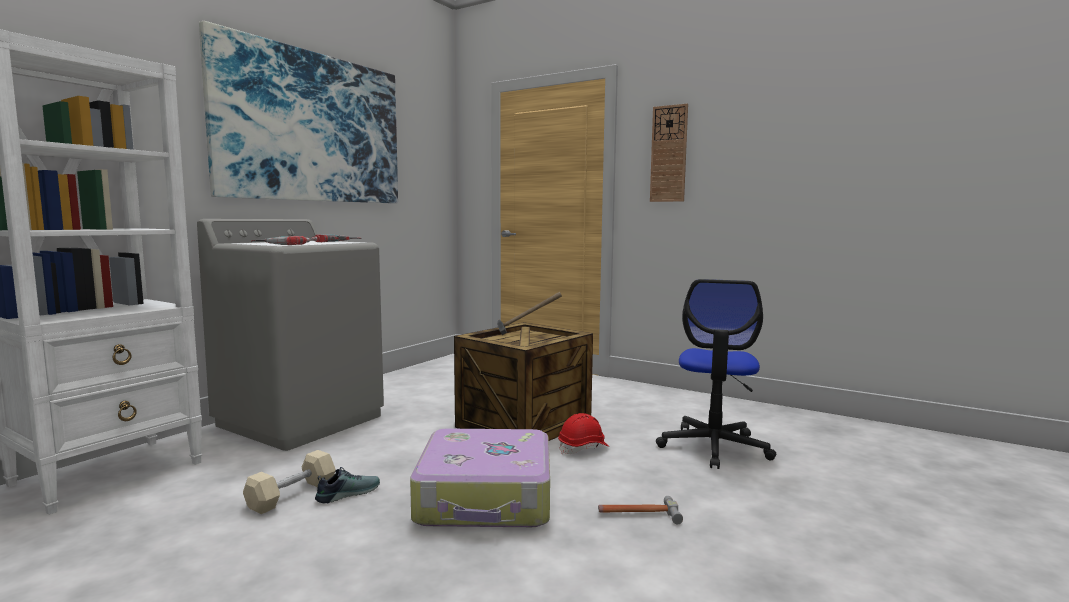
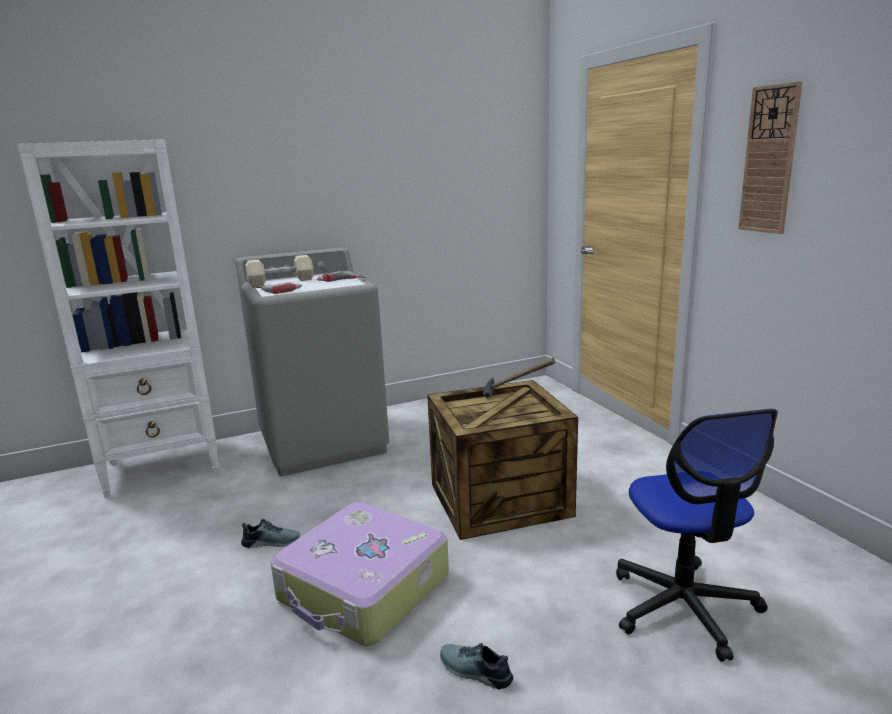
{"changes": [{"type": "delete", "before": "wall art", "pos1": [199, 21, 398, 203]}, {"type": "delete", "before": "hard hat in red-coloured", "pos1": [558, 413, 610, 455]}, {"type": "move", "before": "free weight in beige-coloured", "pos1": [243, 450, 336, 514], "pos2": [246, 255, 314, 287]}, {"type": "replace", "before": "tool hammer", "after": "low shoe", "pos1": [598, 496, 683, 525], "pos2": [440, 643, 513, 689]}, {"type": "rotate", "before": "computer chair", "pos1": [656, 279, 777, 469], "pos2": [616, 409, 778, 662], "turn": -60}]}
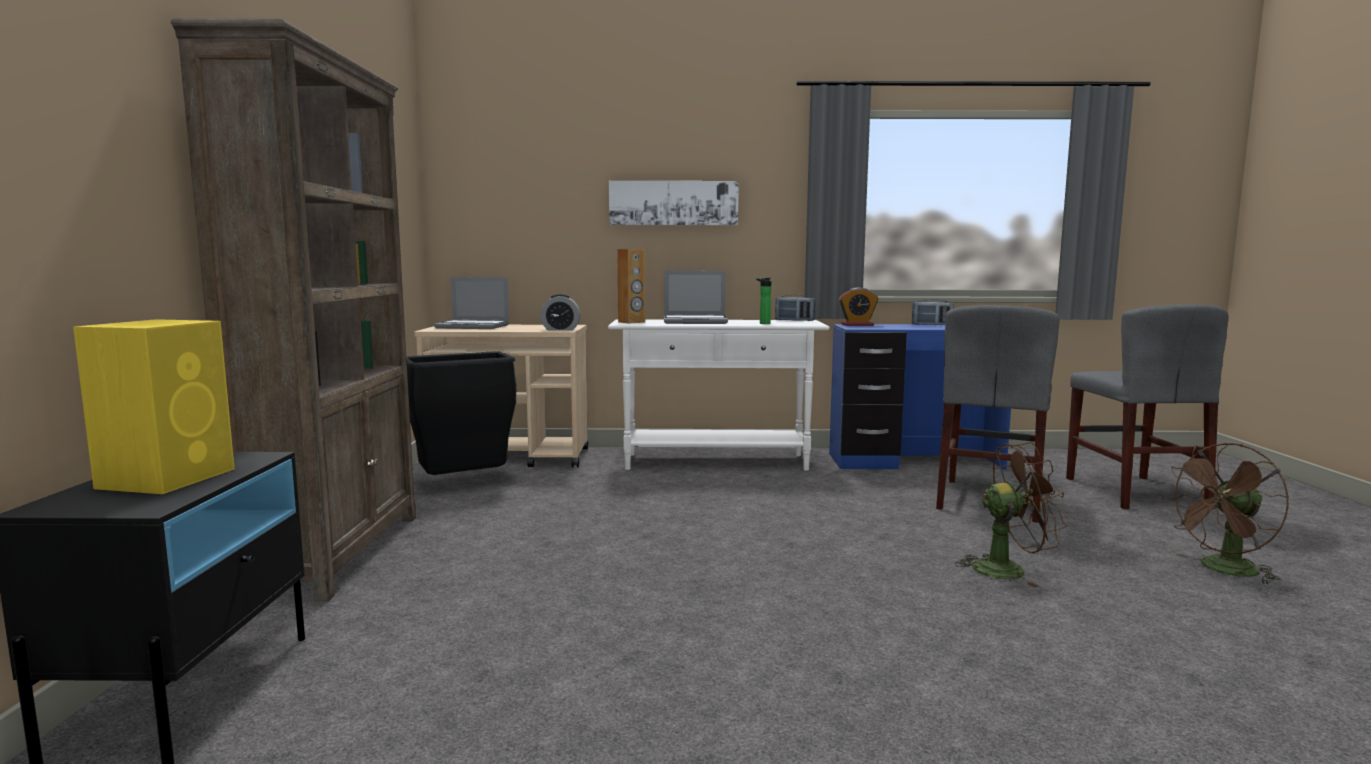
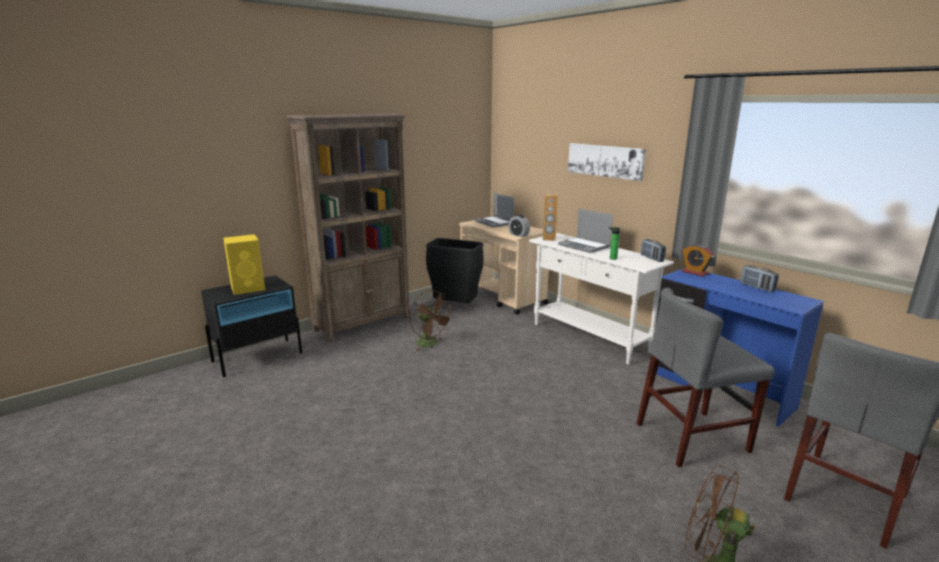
{"changes": [{"type": "move", "before": "cooling fan in brownish", "pos1": [955, 442, 1067, 588], "pos2": [410, 290, 453, 351]}]}
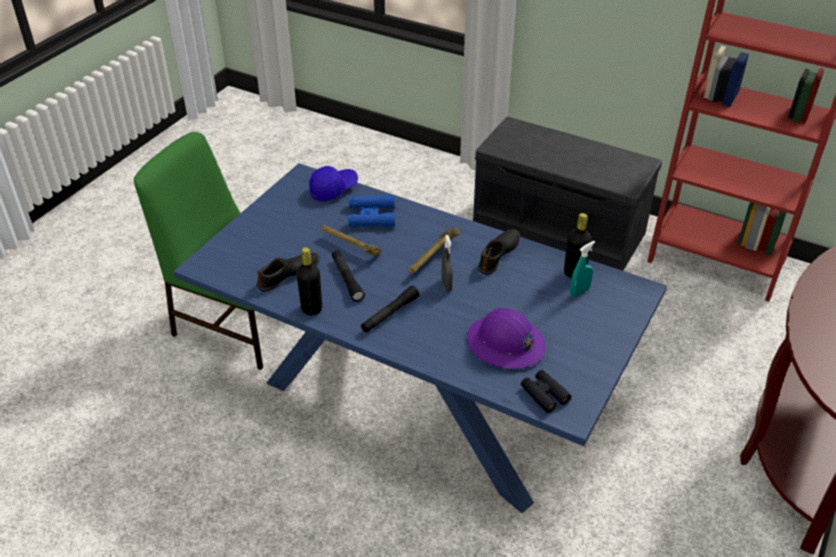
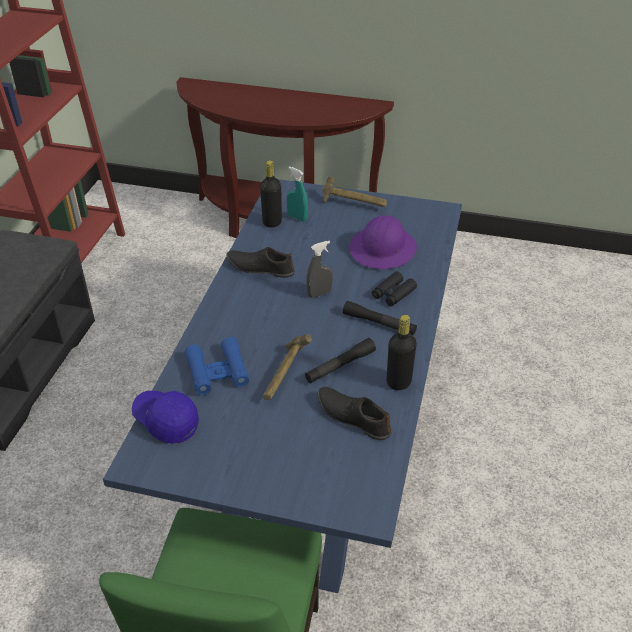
{"changes": [{"type": "move", "before": "tool hammer", "pos1": [408, 228, 460, 273], "pos2": [322, 177, 387, 207]}, {"type": "move", "before": "pair of binoculars in black", "pos1": [521, 370, 571, 413], "pos2": [372, 272, 417, 306]}]}
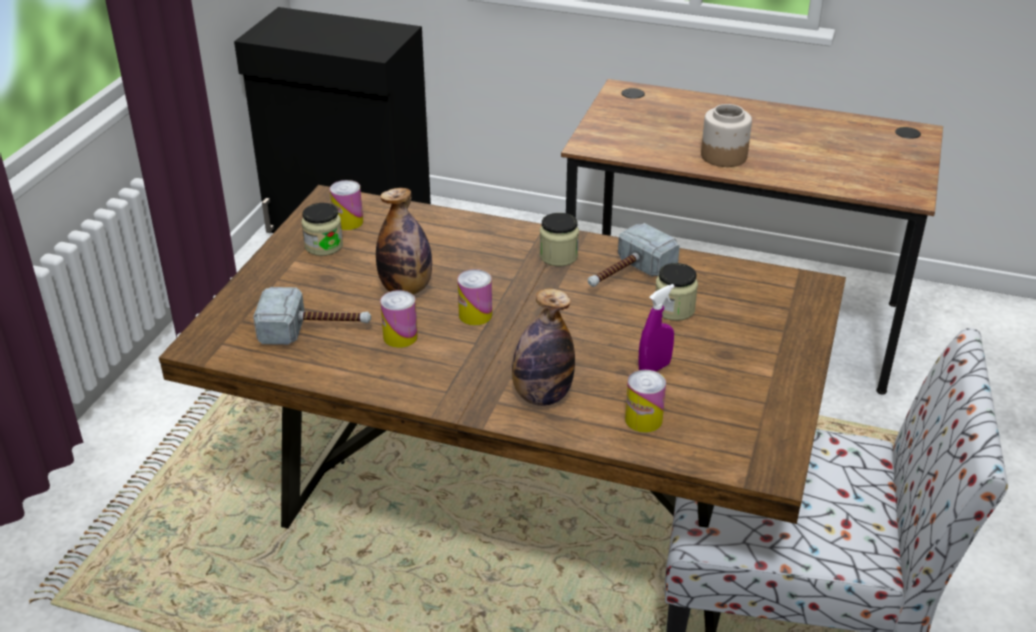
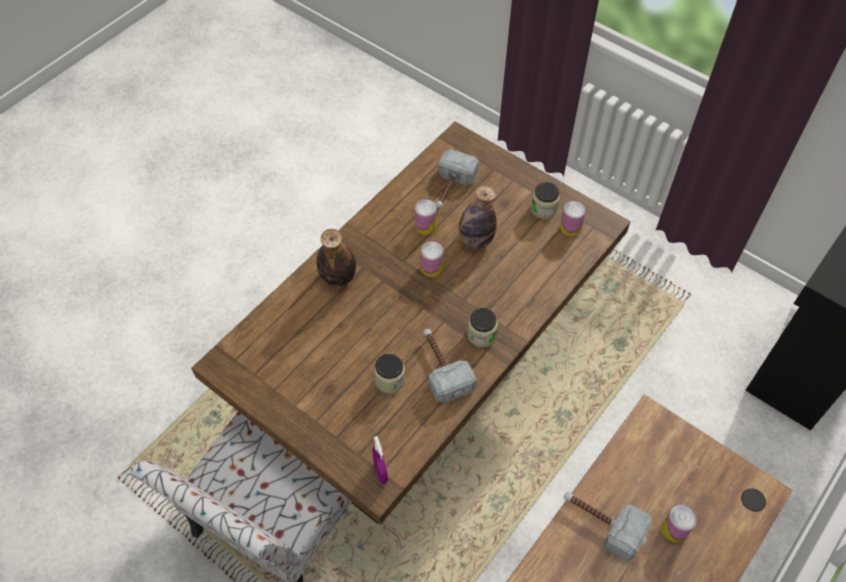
{"changes": [{"type": "move", "before": "metal can", "pos1": [625, 370, 666, 433], "pos2": [661, 504, 697, 543]}, {"type": "move", "before": "hand sprayer in purple-coloured", "pos1": [639, 284, 675, 371], "pos2": [372, 436, 388, 484]}, {"type": "replace", "before": "preserve jar", "after": "tool hammer", "pos1": [701, 104, 752, 167], "pos2": [564, 492, 652, 561]}]}
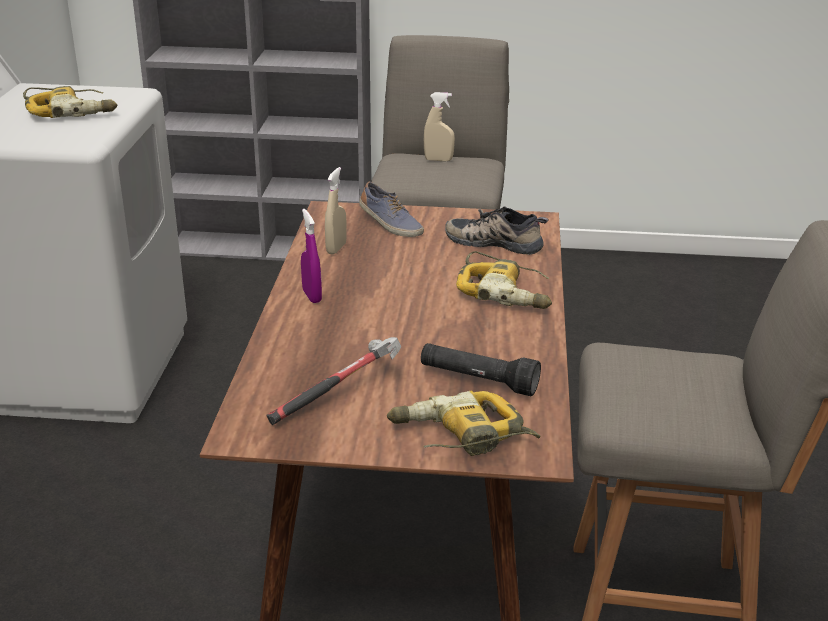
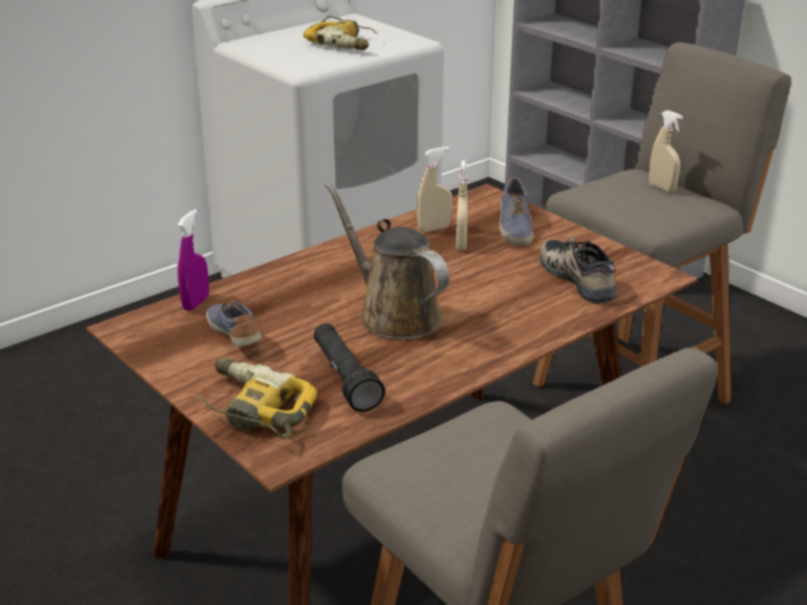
{"changes": [{"type": "delete", "before": "power drill", "pos1": [456, 251, 552, 309]}, {"type": "insert", "after": "watering pot in brownish", "pos2": [325, 183, 450, 340]}, {"type": "insert", "after": "hand sprayer in beige-coloured", "pos2": [456, 160, 468, 250]}, {"type": "move", "before": "hand sprayer in purple-coloured", "pos1": [301, 209, 322, 303], "pos2": [178, 209, 209, 311]}, {"type": "replace", "before": "tool hammer", "after": "low shoe", "pos1": [267, 337, 401, 425], "pos2": [206, 300, 261, 347]}]}
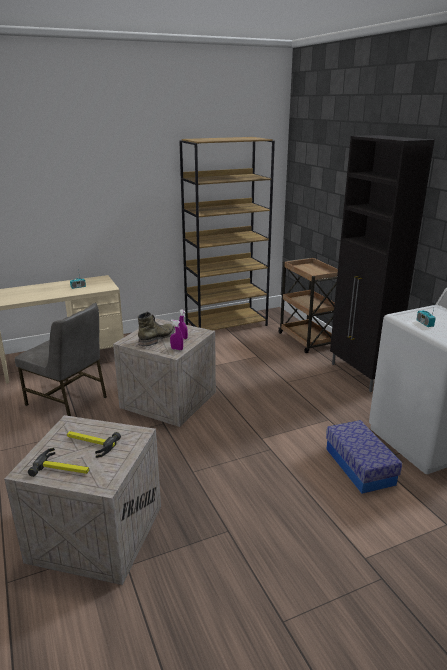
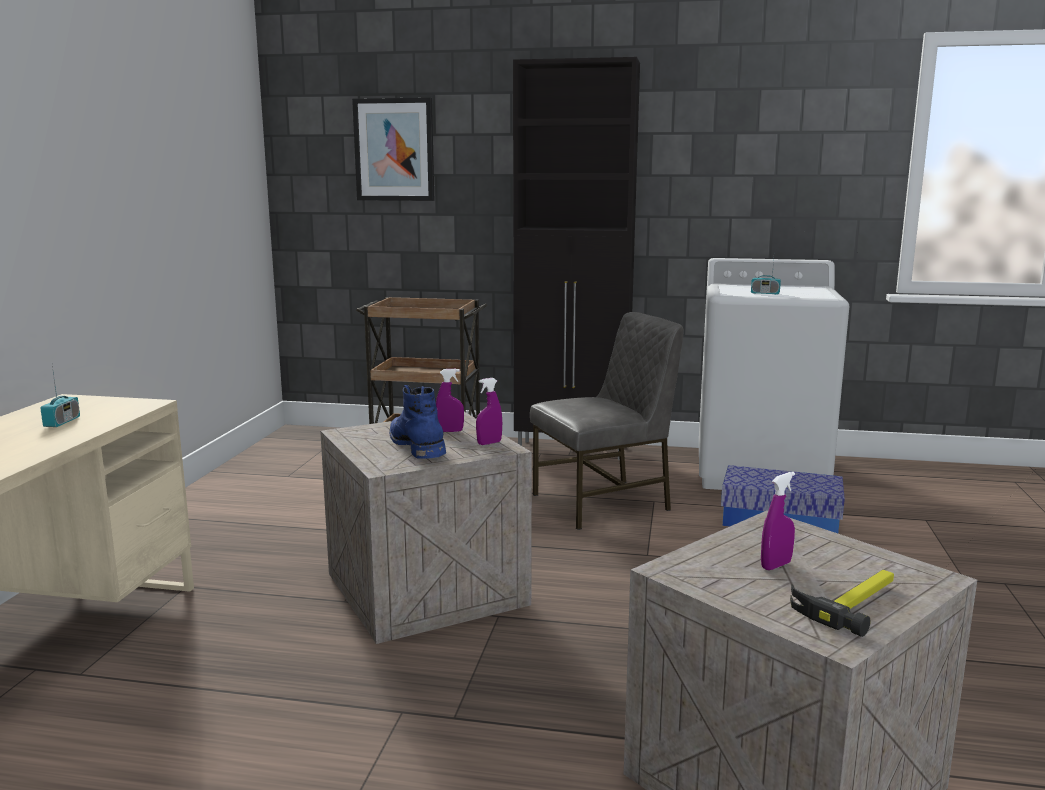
{"changes": [{"type": "delete", "before": "bookcase in brownish", "pos1": [179, 137, 275, 330]}, {"type": "insert", "after": "wall art", "pos2": [352, 97, 434, 201]}, {"type": "move", "before": "chair in gray", "pos1": [15, 303, 107, 416], "pos2": [530, 312, 684, 530]}, {"type": "replace", "before": "tool hammer", "after": "hand sprayer in purple-coloured", "pos1": [67, 431, 121, 458], "pos2": [761, 472, 795, 570]}, {"type": "recolor", "before": "high-top boot in greenish", "after": "high-top boot in bluish", "pos1": [138, 312, 175, 346], "pos2": [389, 385, 446, 459]}]}
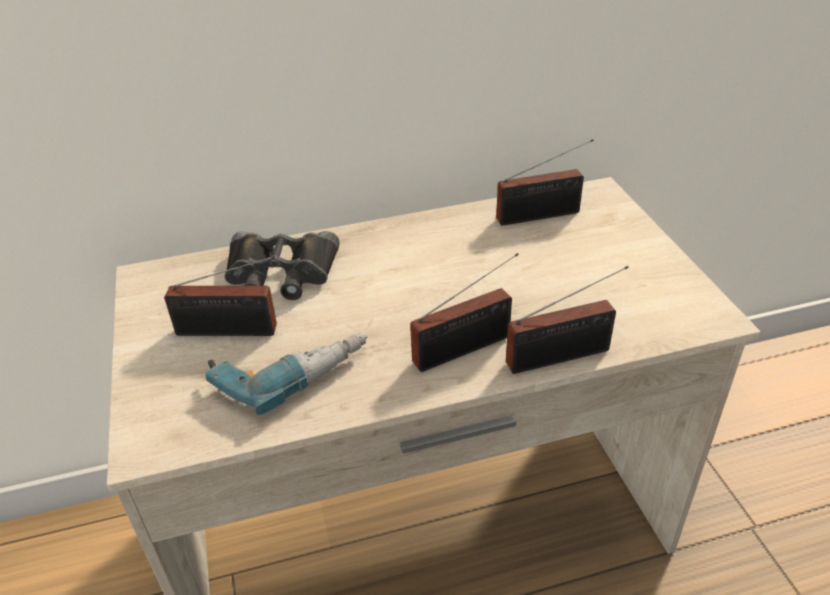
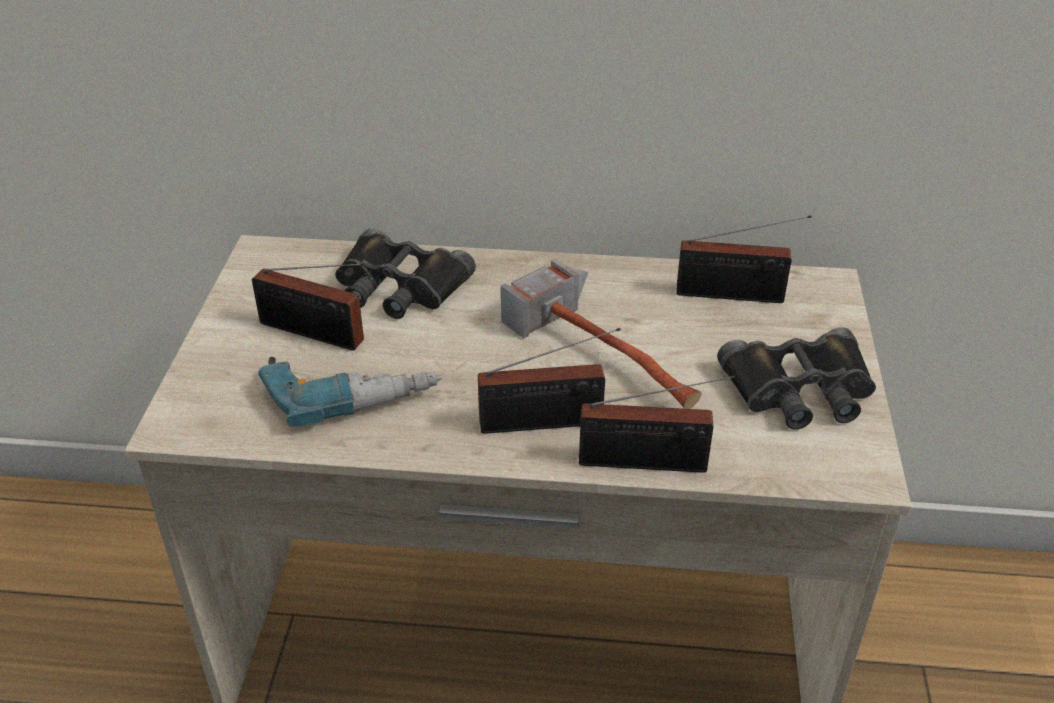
{"changes": [{"type": "insert", "after": "tool hammer", "pos2": [501, 258, 701, 409]}, {"type": "insert", "after": "pair of binoculars in black", "pos2": [717, 327, 876, 430]}]}
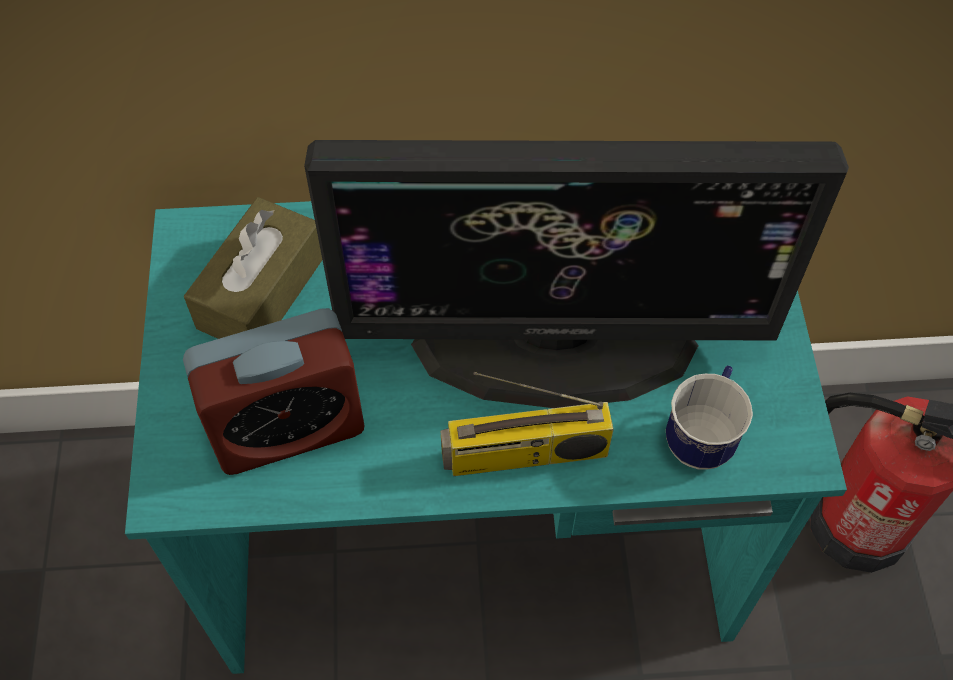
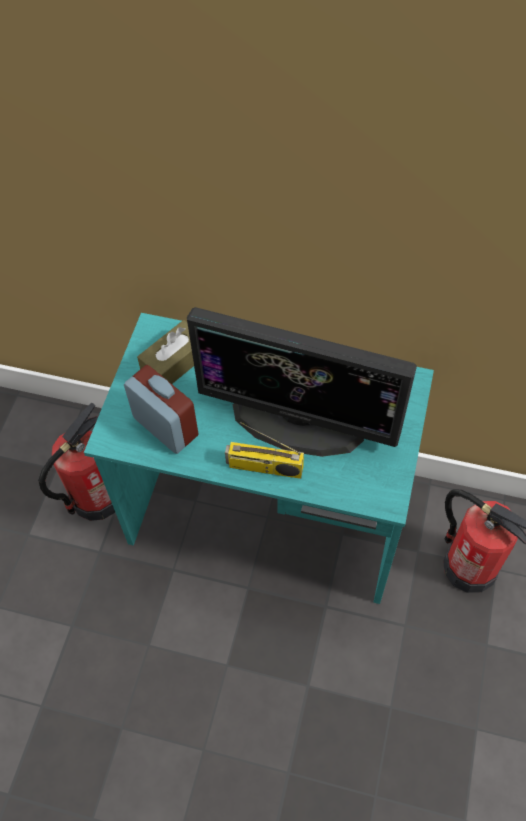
{"changes": [{"type": "delete", "before": "tea mug", "pos1": [666, 366, 753, 470]}, {"type": "insert", "after": "fire extinguisher", "pos2": [38, 403, 115, 521]}, {"type": "rotate", "before": "bedside clock", "pos1": [183, 308, 364, 475], "pos2": [124, 365, 199, 454], "turn": -135}]}
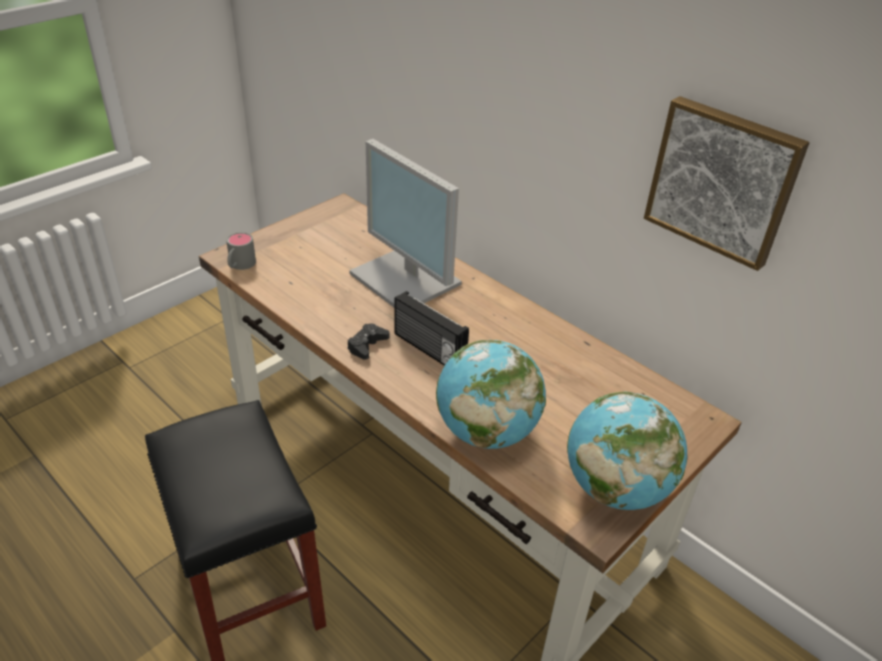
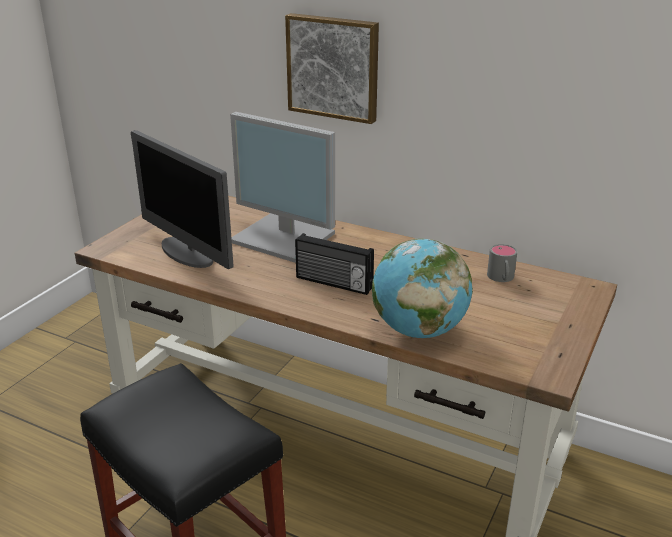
{"changes": [{"type": "delete", "before": "game controller in black", "pos1": [347, 323, 389, 360]}, {"type": "delete", "before": "desk globe", "pos1": [567, 392, 687, 510]}, {"type": "insert", "after": "computer display", "pos2": [131, 130, 234, 269]}, {"type": "move", "before": "tea mug in gray", "pos1": [226, 232, 256, 270], "pos2": [487, 244, 518, 282]}, {"type": "move", "before": "wall art", "pos1": [644, 96, 810, 271], "pos2": [285, 13, 379, 124]}]}
